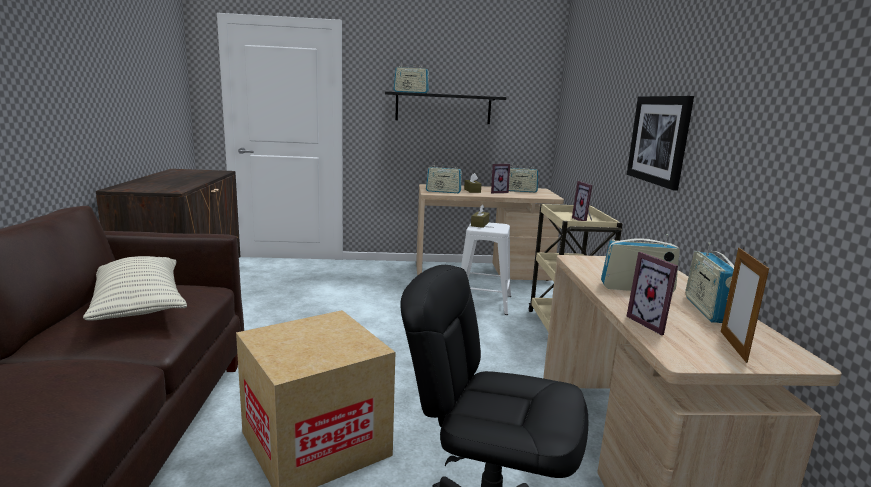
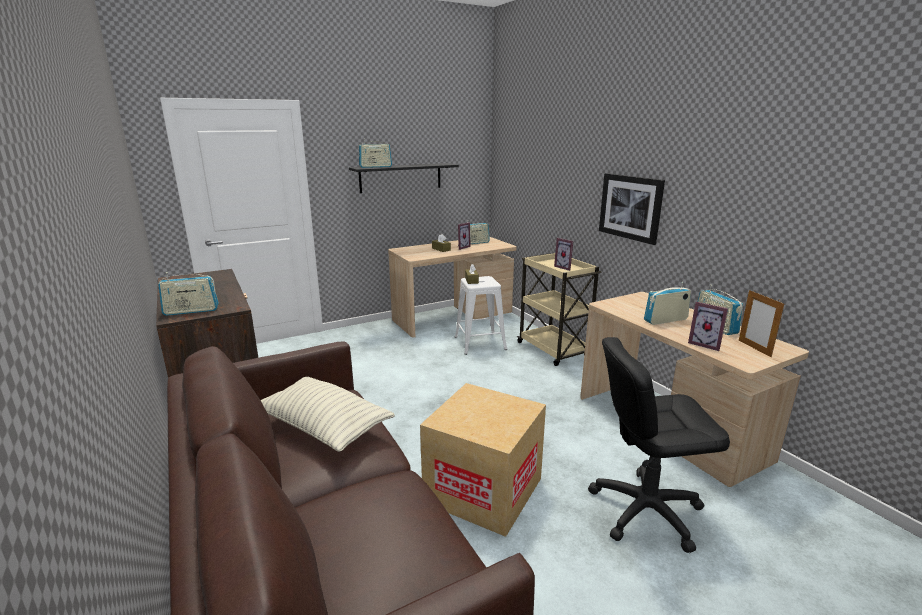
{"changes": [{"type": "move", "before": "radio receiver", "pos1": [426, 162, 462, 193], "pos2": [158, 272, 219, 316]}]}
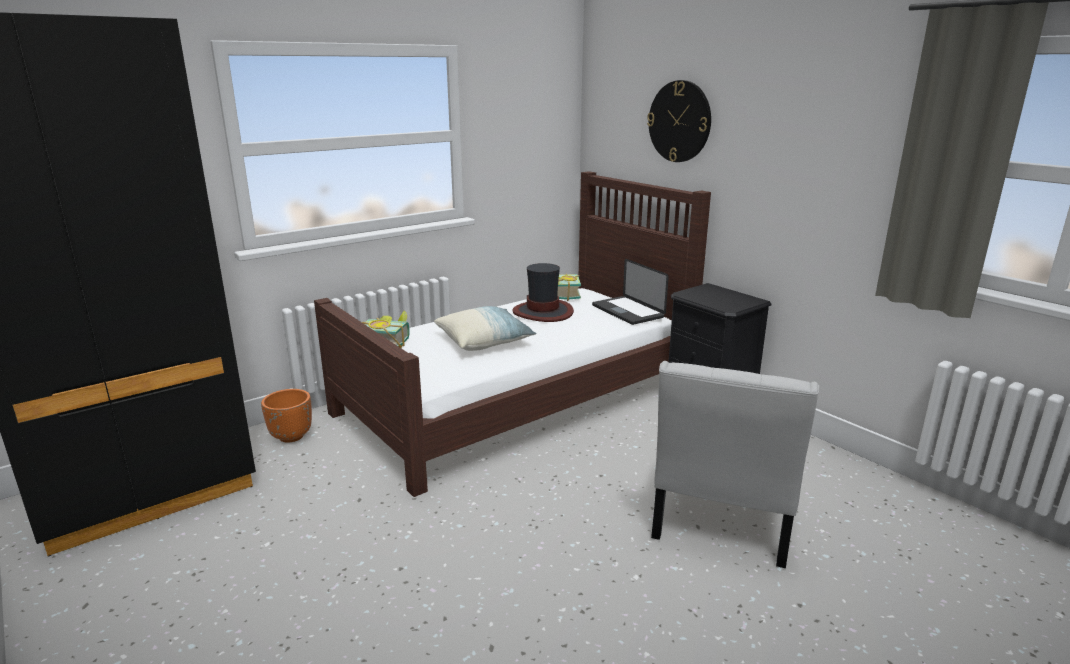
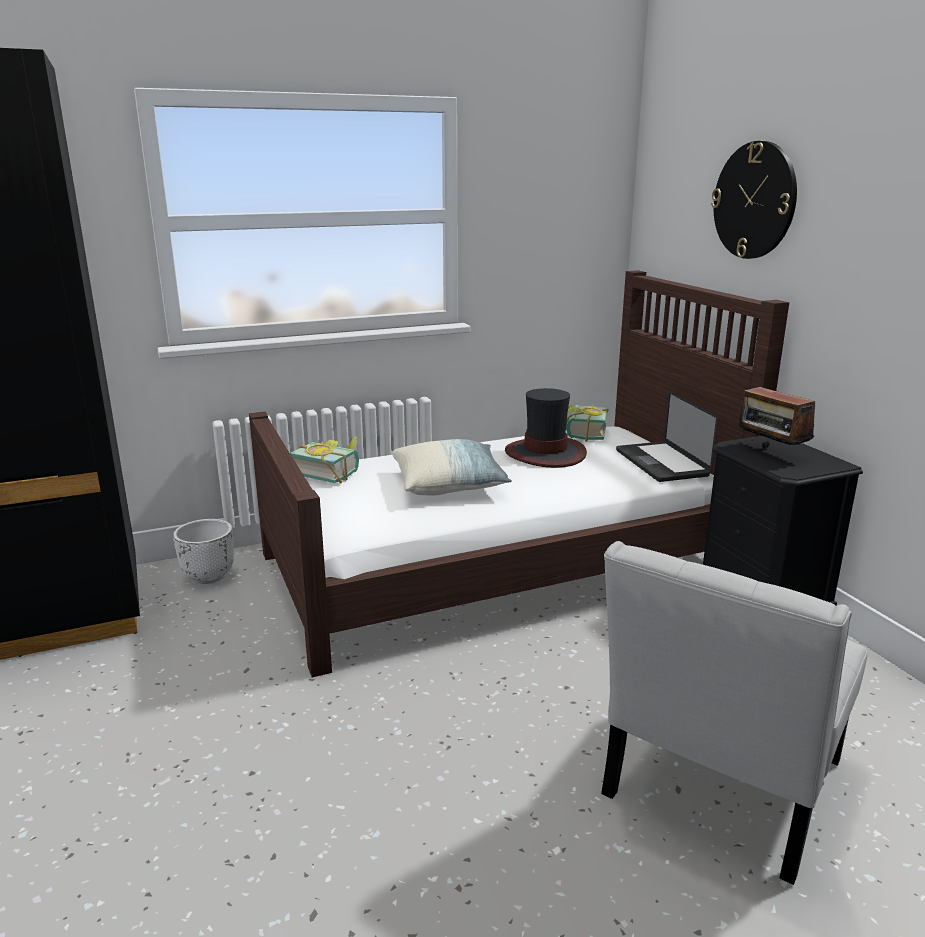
{"changes": [{"type": "insert", "after": "radio receiver", "pos2": [738, 375, 815, 449]}, {"type": "recolor", "before": "planter in orange-coloured", "after": "planter in whitish", "pos1": [261, 389, 312, 443], "pos2": [173, 519, 234, 584]}]}
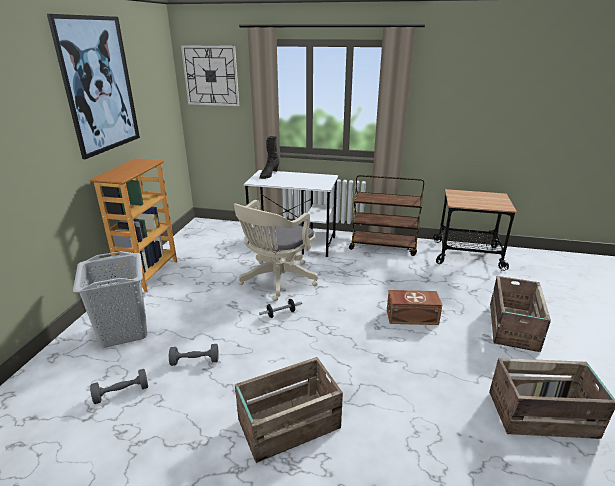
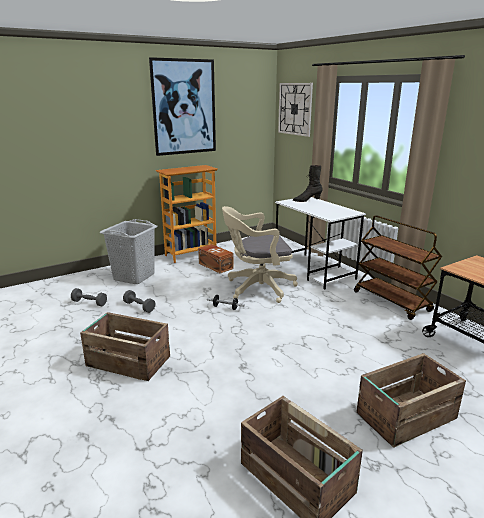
{"changes": [{"type": "move", "before": "storage container in brownish", "pos1": [387, 290, 442, 325], "pos2": [198, 244, 234, 274]}]}
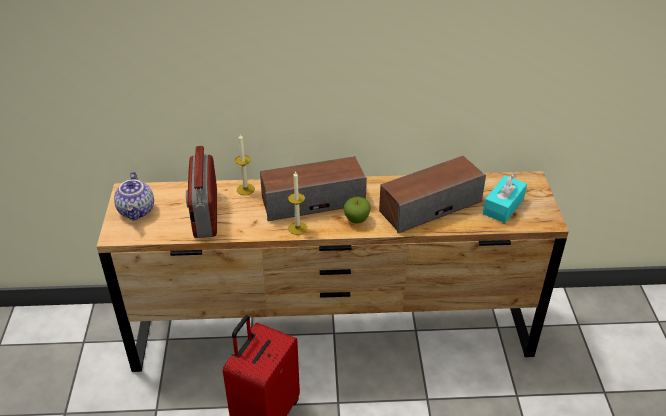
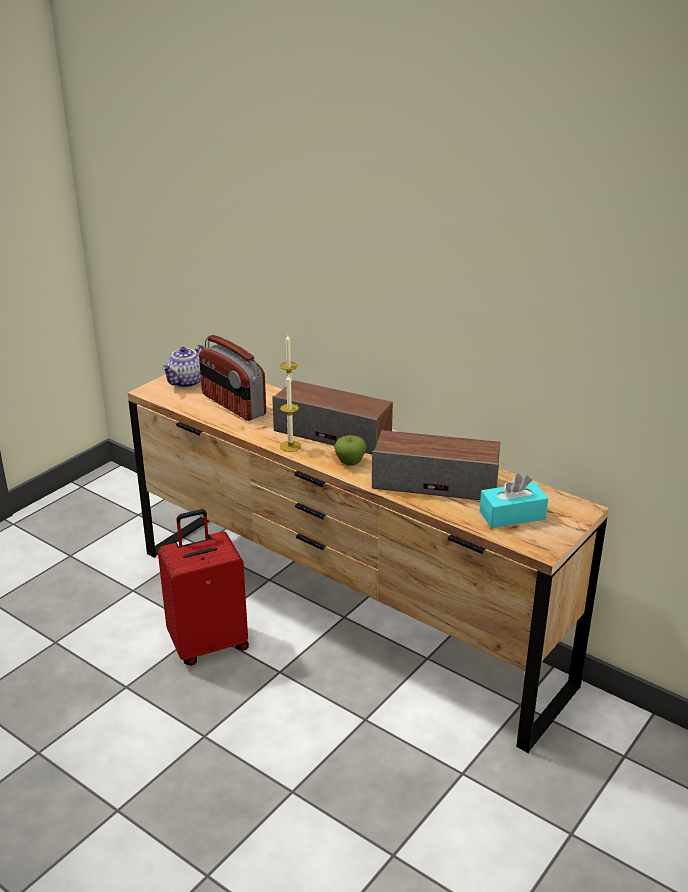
{"changes": [{"type": "rotate", "before": "radio receiver", "pos1": [186, 146, 217, 238], "pos2": [199, 335, 266, 421], "turn": -75}]}
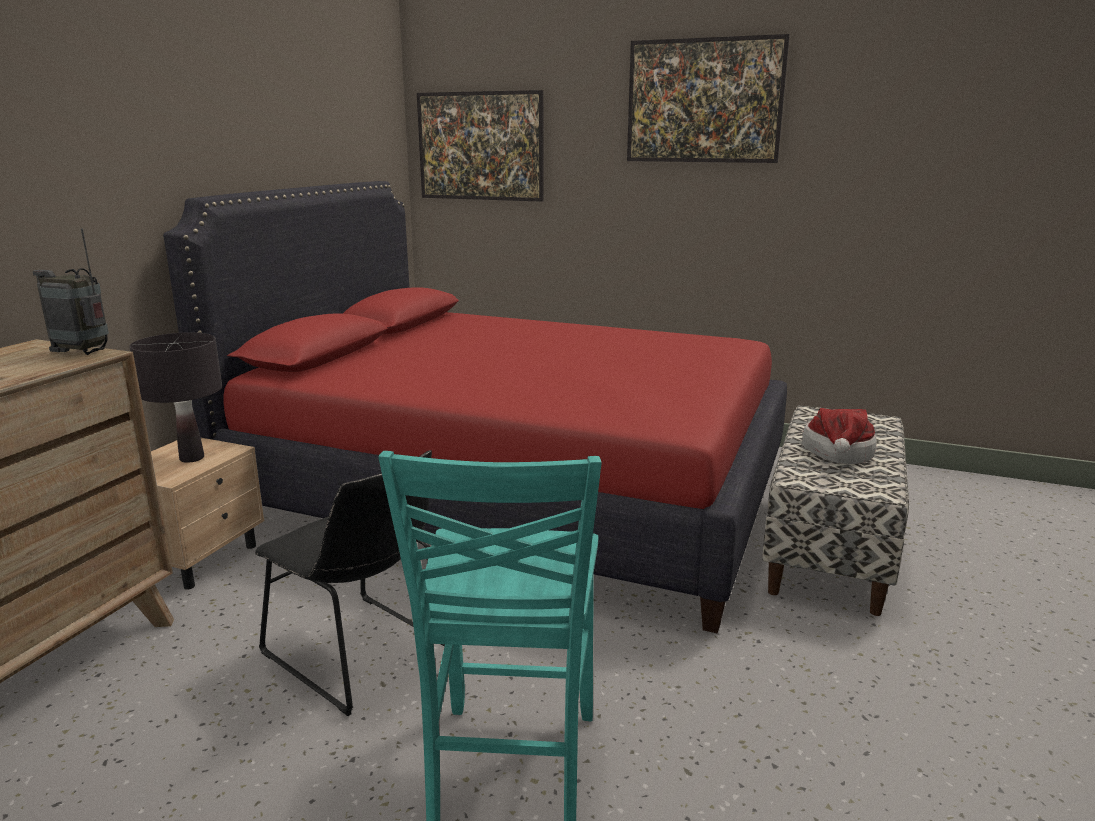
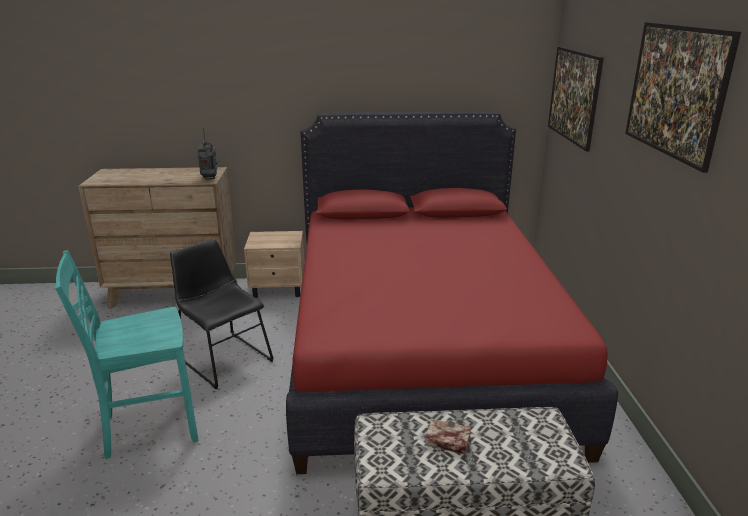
{"changes": [{"type": "delete", "before": "lamp for a table in black", "pos1": [129, 332, 222, 463]}, {"type": "replace", "before": "wearable hat", "after": "bound book", "pos1": [802, 408, 877, 464], "pos2": [425, 419, 471, 455]}, {"type": "rotate", "before": "chair in black", "pos1": [255, 450, 445, 716], "pos2": [170, 239, 274, 389], "turn": 120}]}
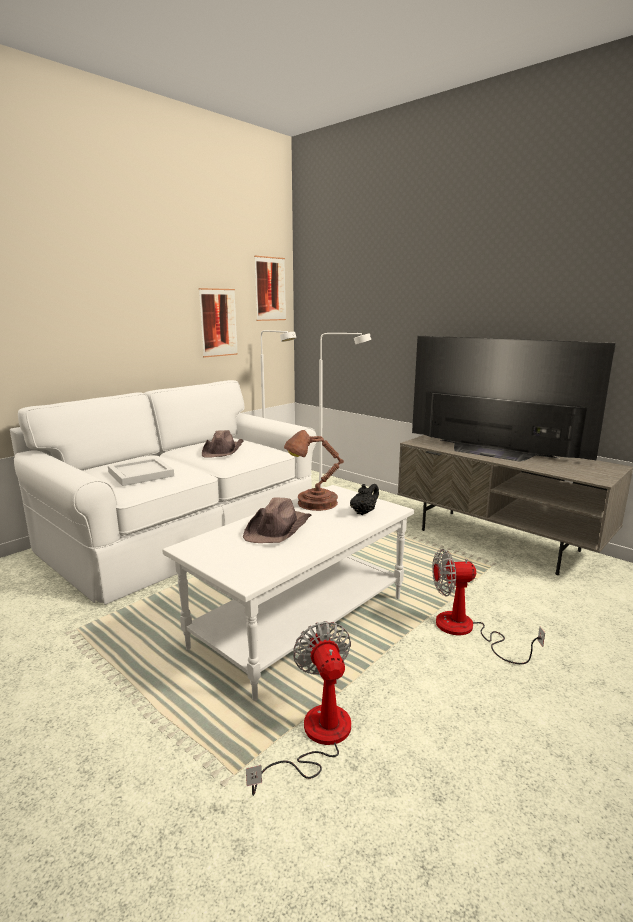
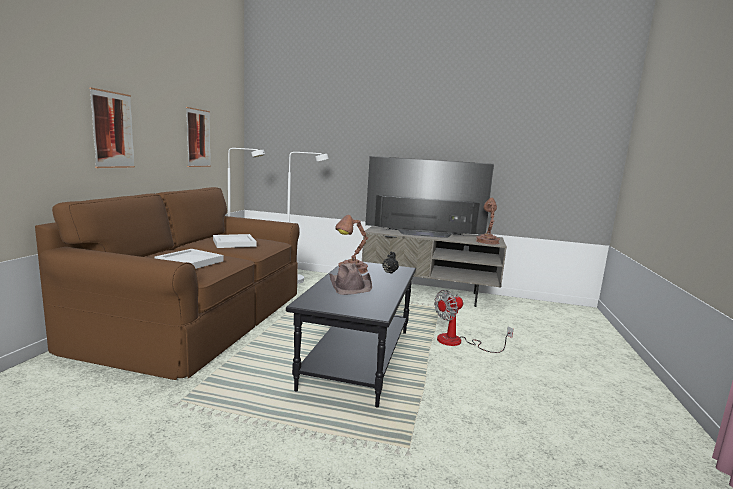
{"changes": [{"type": "delete", "before": "cooling fan", "pos1": [246, 621, 351, 796]}, {"type": "insert", "after": "lamp for a table in brownish", "pos2": [476, 198, 500, 244]}, {"type": "move", "before": "wall art", "pos1": [254, 256, 286, 321], "pos2": [89, 87, 135, 168]}, {"type": "replace", "before": "wearable hat in brownish", "after": "tray in whitish", "pos1": [202, 430, 244, 458], "pos2": [213, 234, 257, 248]}, {"type": "recolor", "before": "sofa in whitish", "after": "sofa in brownish", "pos1": [10, 380, 316, 605], "pos2": [35, 187, 300, 380]}, {"type": "recolor", "before": "lounge table in whitish", "after": "lounge table in black", "pos1": [162, 485, 414, 701], "pos2": [286, 260, 416, 407]}]}
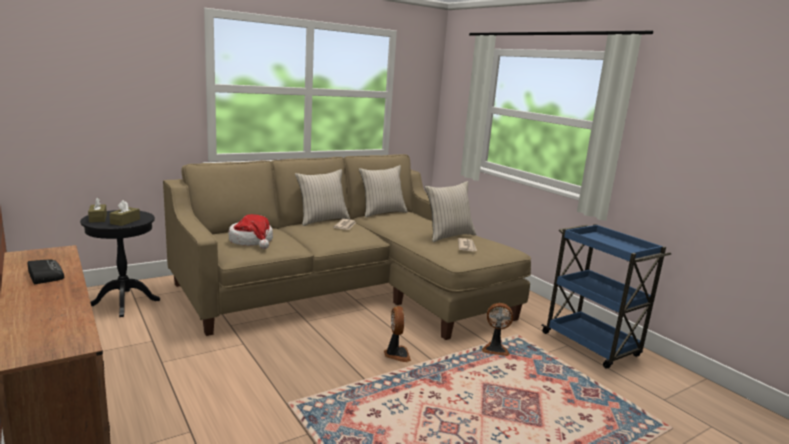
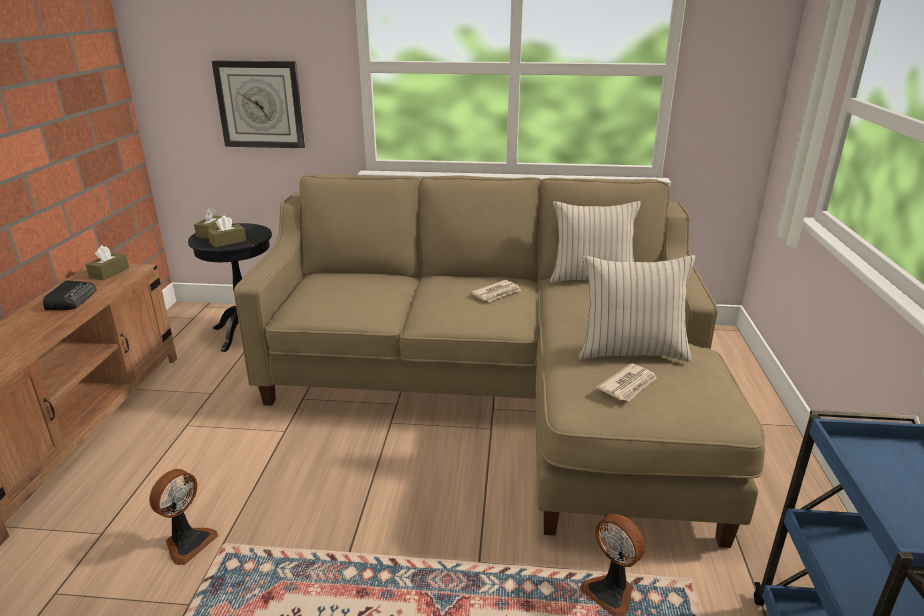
{"changes": [{"type": "delete", "before": "wearable hat", "pos1": [228, 214, 273, 249]}, {"type": "delete", "before": "pillow in beige-coloured", "pos1": [295, 169, 350, 226]}, {"type": "insert", "after": "tissue holder in brownish", "pos2": [86, 245, 129, 280]}, {"type": "insert", "after": "wall clock", "pos2": [212, 61, 305, 148]}, {"type": "move", "before": "cooling fan", "pos1": [384, 306, 411, 362], "pos2": [149, 469, 218, 565]}]}
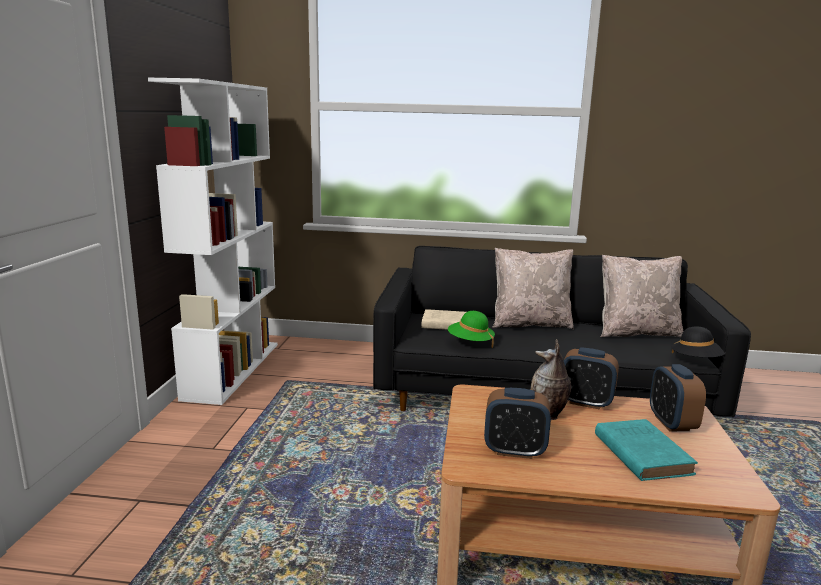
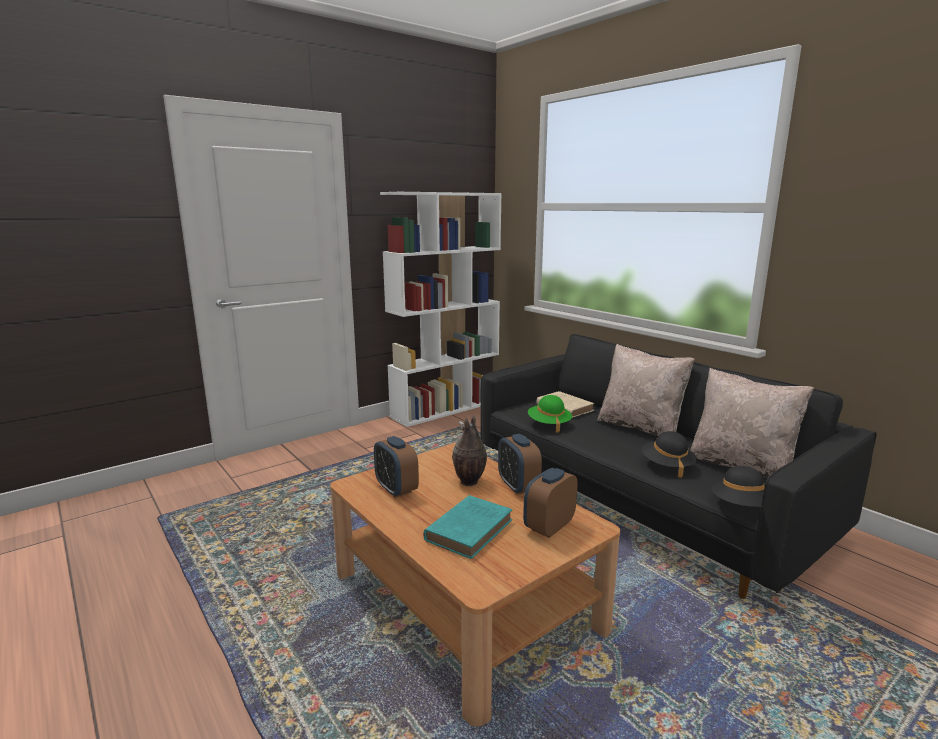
{"changes": [{"type": "insert", "after": "wearable hat in black", "pos2": [641, 431, 697, 478]}]}
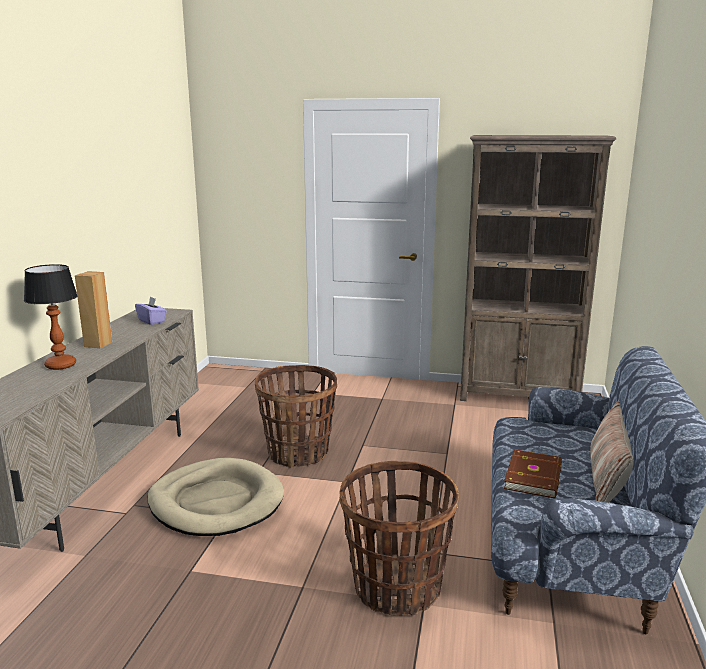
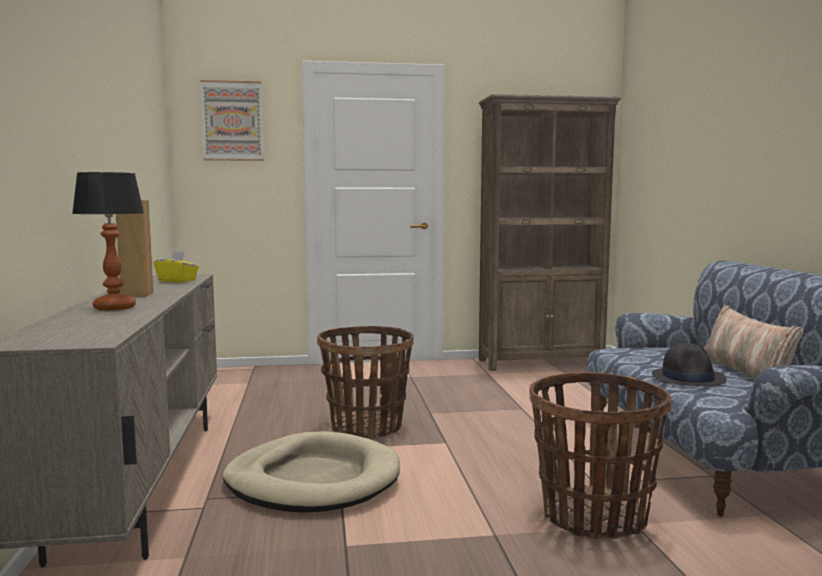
{"changes": [{"type": "insert", "after": "wall art", "pos2": [200, 80, 264, 161]}, {"type": "replace", "before": "bound book in brownish", "after": "wearable hat in black", "pos1": [504, 449, 562, 498], "pos2": [652, 343, 727, 386]}, {"type": "recolor", "before": "tissue holder in purple-coloured", "after": "tissue holder in yellowish", "pos1": [135, 296, 167, 325], "pos2": [154, 251, 199, 283]}]}
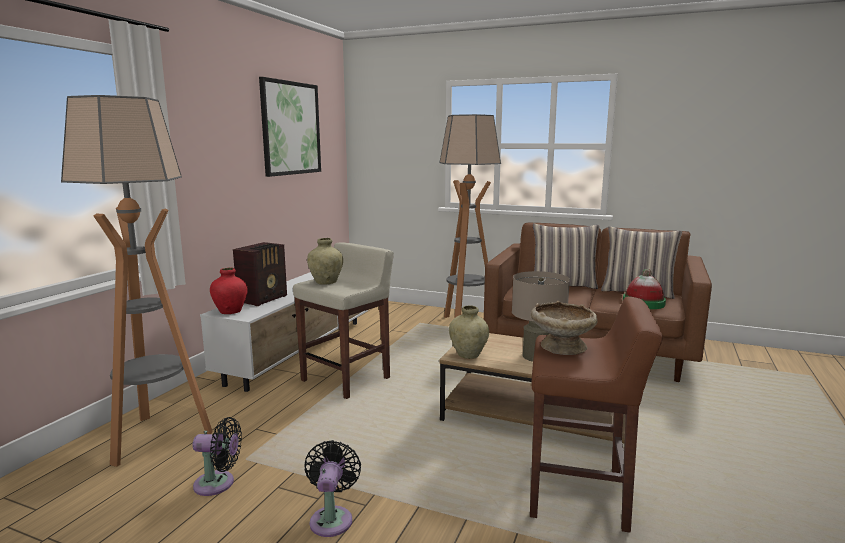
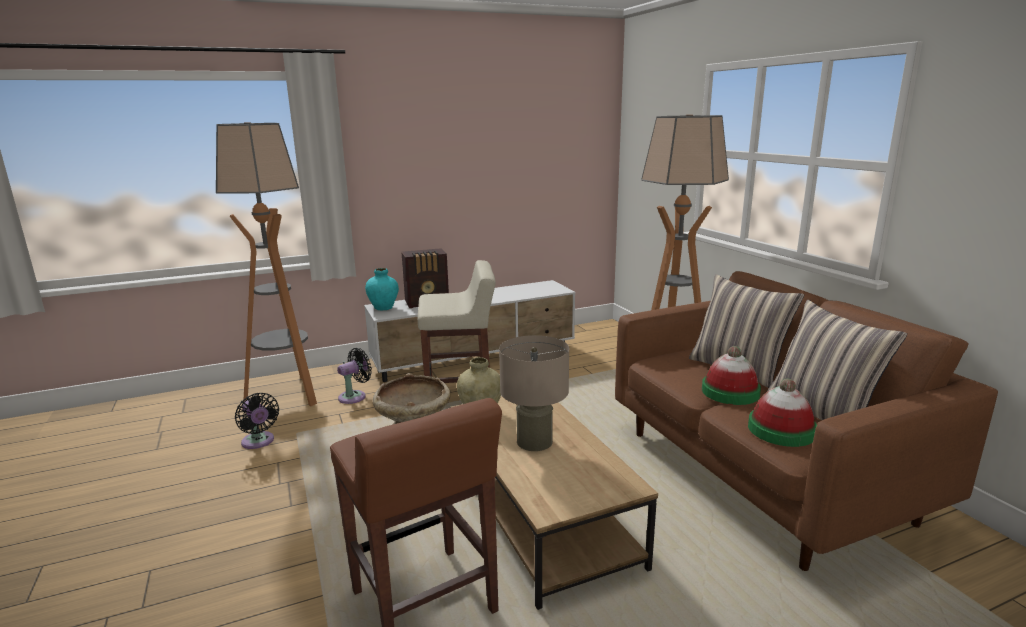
{"changes": [{"type": "delete", "before": "wall art", "pos1": [259, 77, 321, 177]}, {"type": "delete", "before": "decorative vase in beige-coloured", "pos1": [307, 238, 343, 285]}, {"type": "insert", "after": "wearable hat", "pos2": [702, 346, 761, 405]}, {"type": "move", "before": "cooling fan in black", "pos1": [304, 440, 361, 537], "pos2": [337, 348, 372, 404]}, {"type": "recolor", "before": "decorative vase in red-coloured", "after": "decorative vase in turquoise-coloured", "pos1": [210, 268, 248, 314], "pos2": [365, 268, 399, 310]}]}
